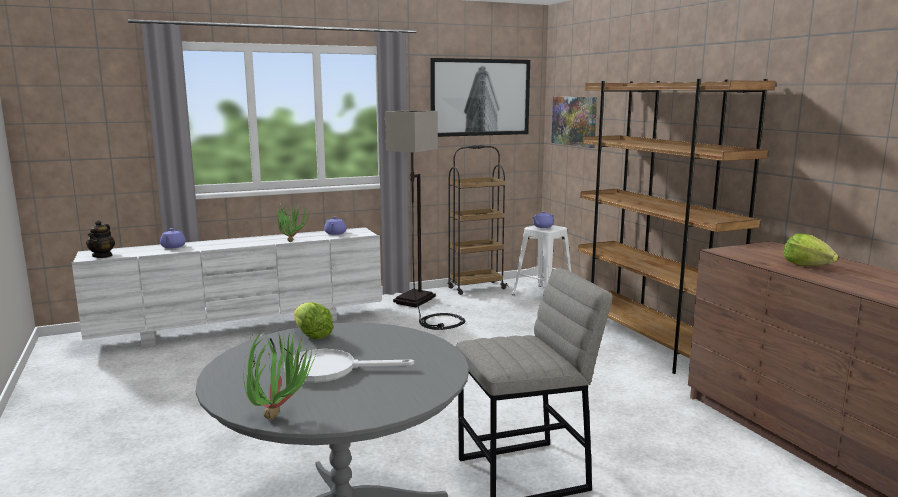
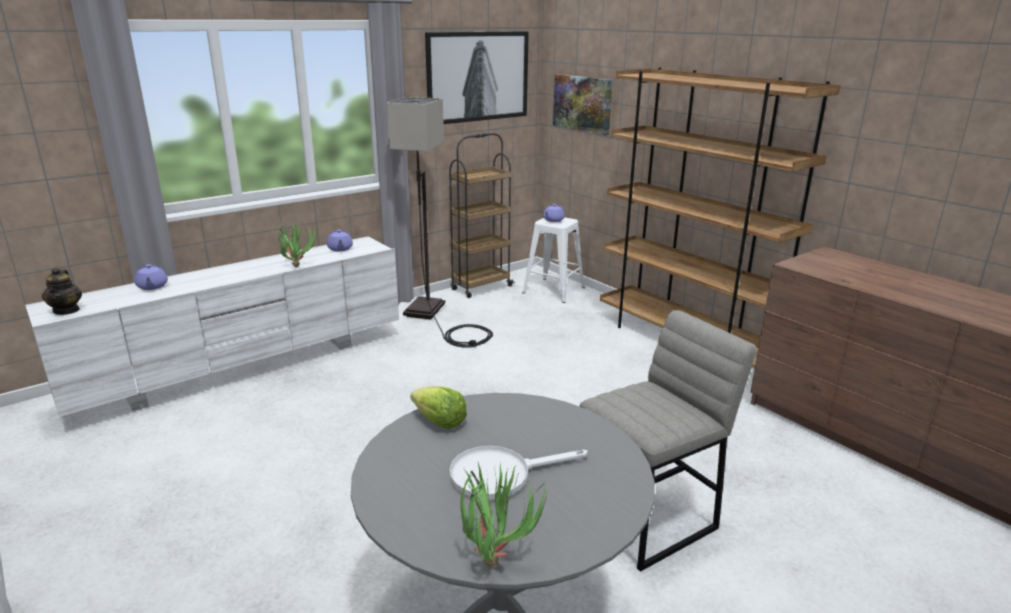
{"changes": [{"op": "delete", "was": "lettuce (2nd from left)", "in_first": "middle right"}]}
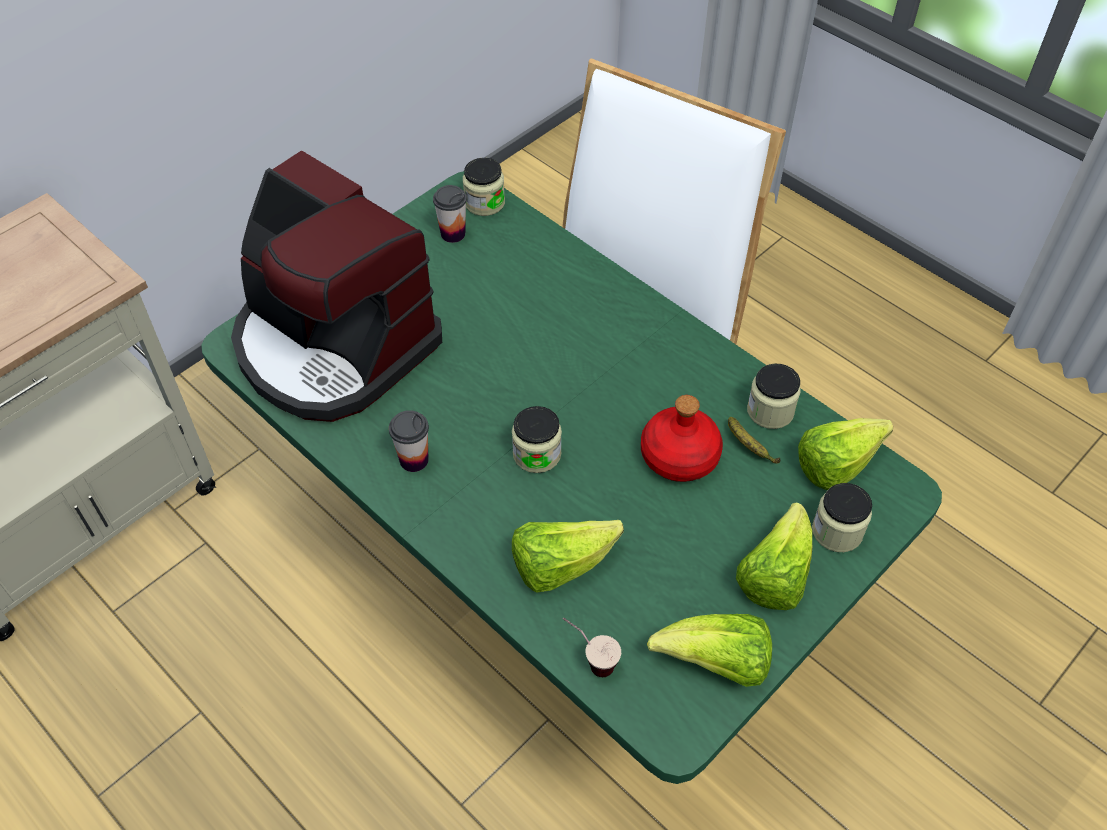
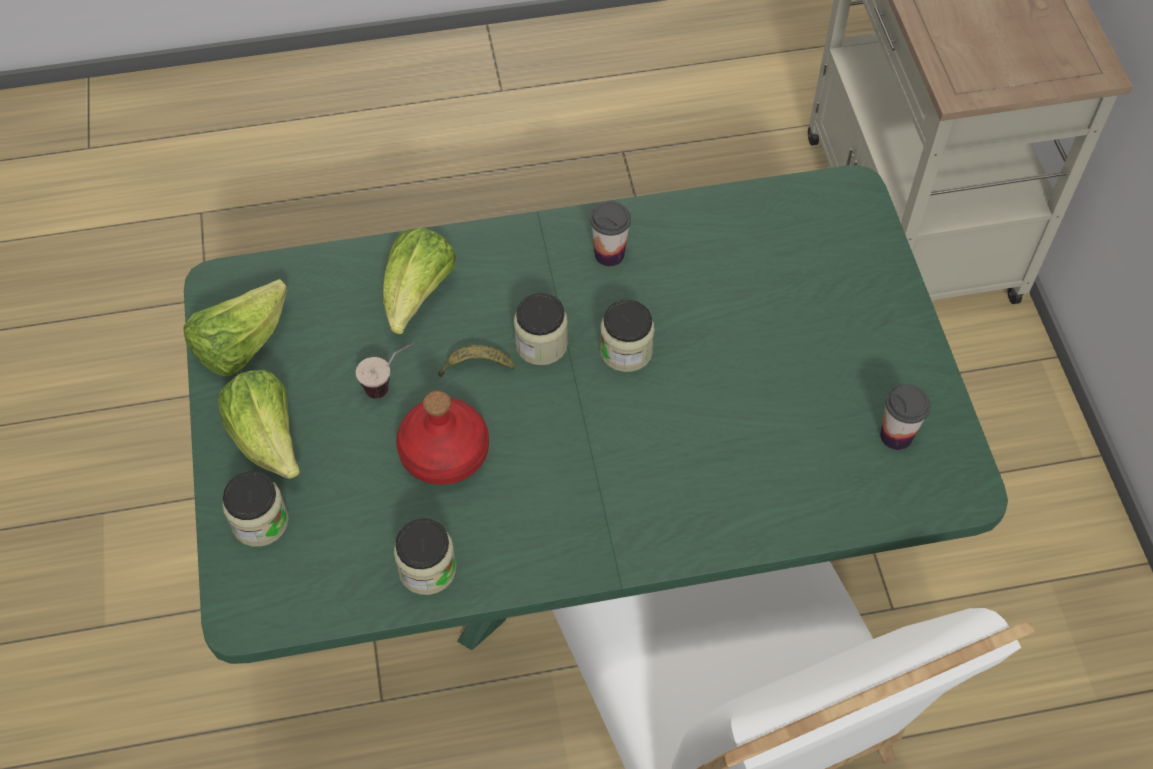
{"changes": [{"op": "delete", "was": "coffee machine", "in_first": "middle left"}, {"op": "delete", "was": "lettuce (4th from left)", "in_first": "middle right"}, {"op": "move", "was": "jar (1st from left in the first image)", "now": "jar (4th from left)", "in_first": "top centre", "in_second": "centre"}, {"op": "move", "was": "cup (3rd from left in the first image)", "now": "cup (1st from left)", "in_first": "bottom centre", "in_second": "centre"}, {"op": "move", "was": "banana", "in_first": "middle right", "in_second": "centre"}]}
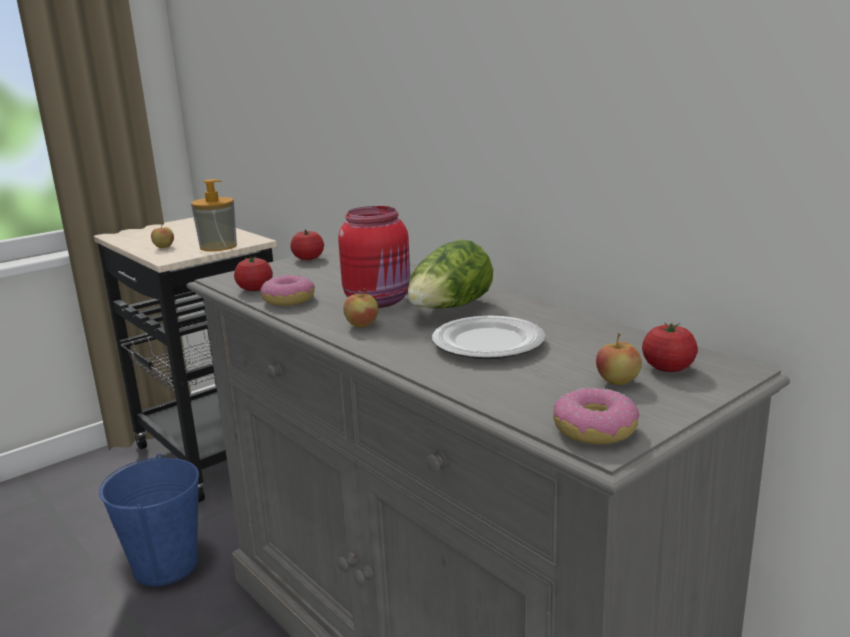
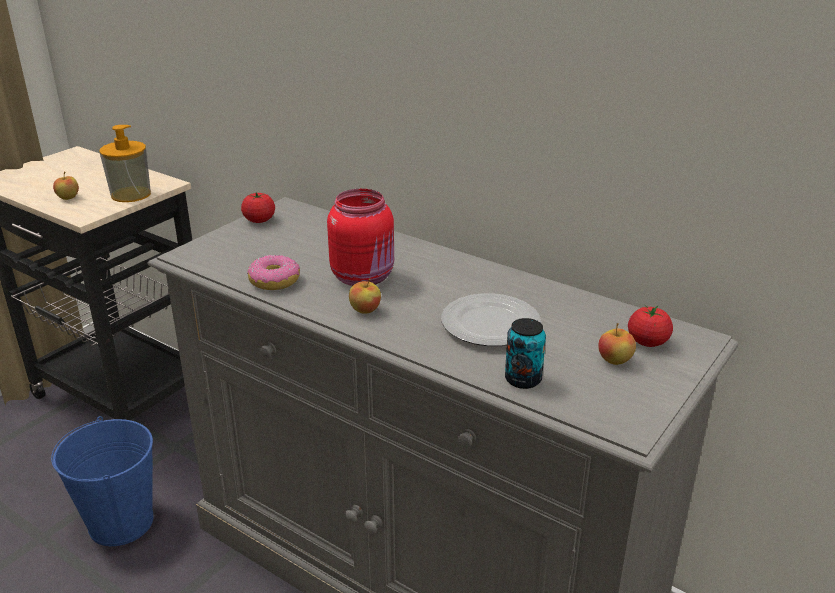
{"changes": [{"op": "delete", "was": "tomato (1st from left)", "in_first": "middle left"}, {"op": "delete", "was": "lettuce", "in_first": "centre"}, {"op": "delete", "was": "donut (2nd from left)", "in_first": "middle right"}, {"op": "insert", "now": "can", "in_second": "centre"}]}
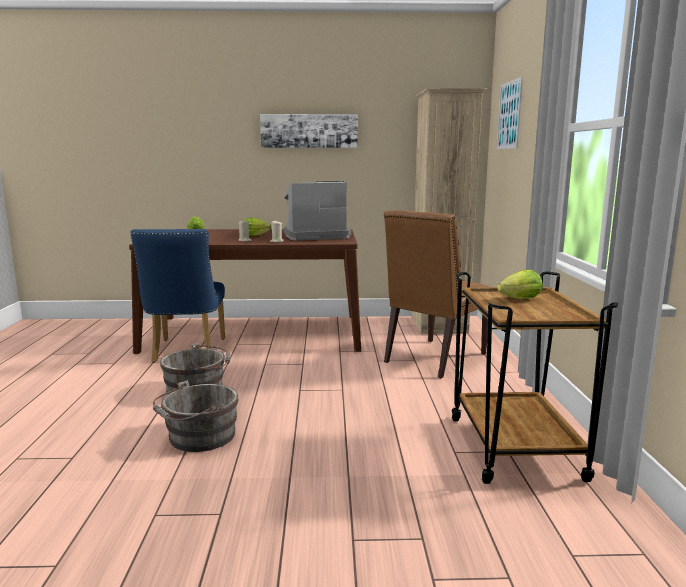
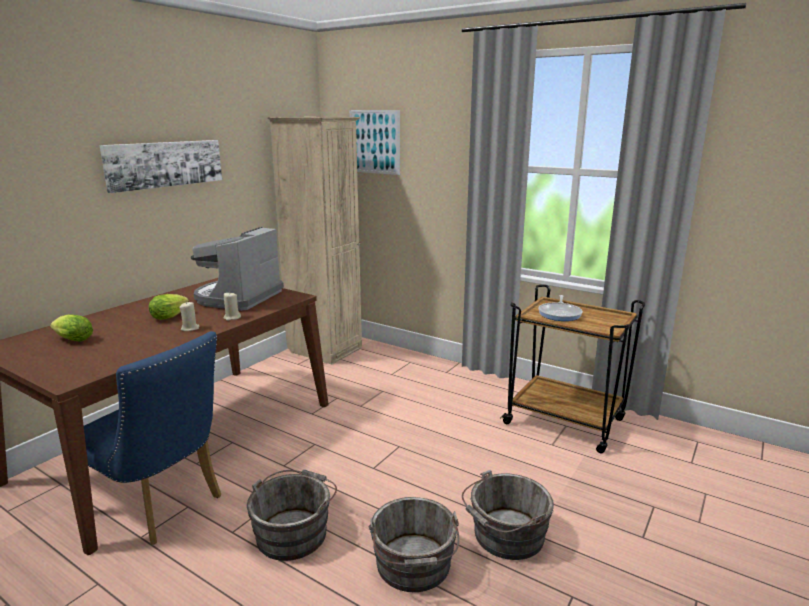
{"changes": [{"op": "delete", "was": "chair/brown", "in_first": "centre"}, {"op": "insert", "now": "bucket/grey (3rd from left)", "in_second": "bottom centre"}, {"op": "replace", "was": "lettuce (3rd from left)", "now": "frying pan", "in_first": "middle right", "in_second": "middle right"}]}
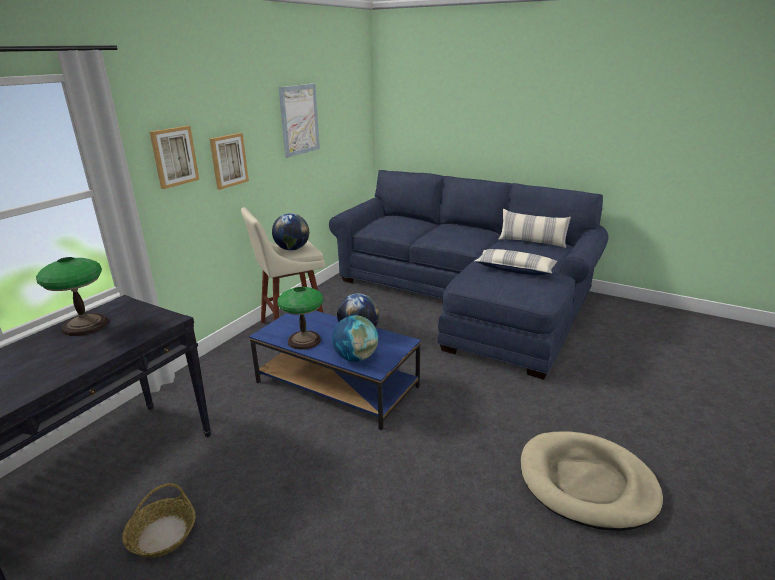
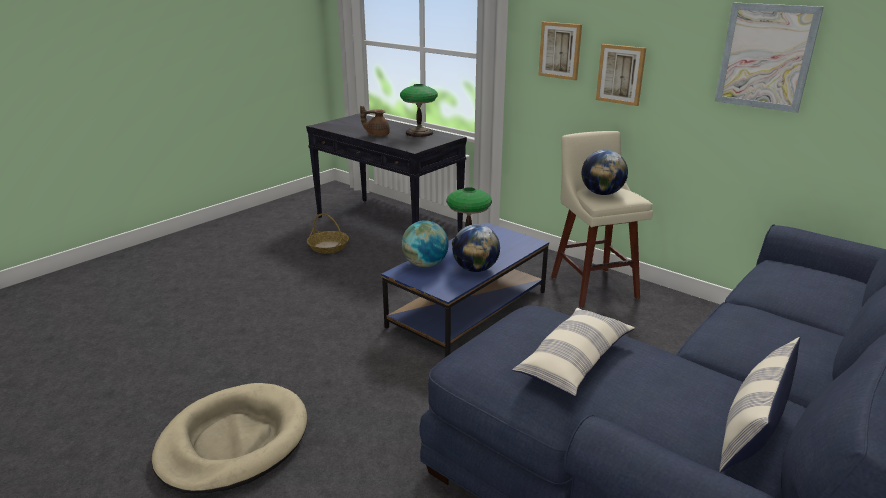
{"changes": [{"op": "insert", "now": "teapot/brown", "in_second": "top centre"}]}
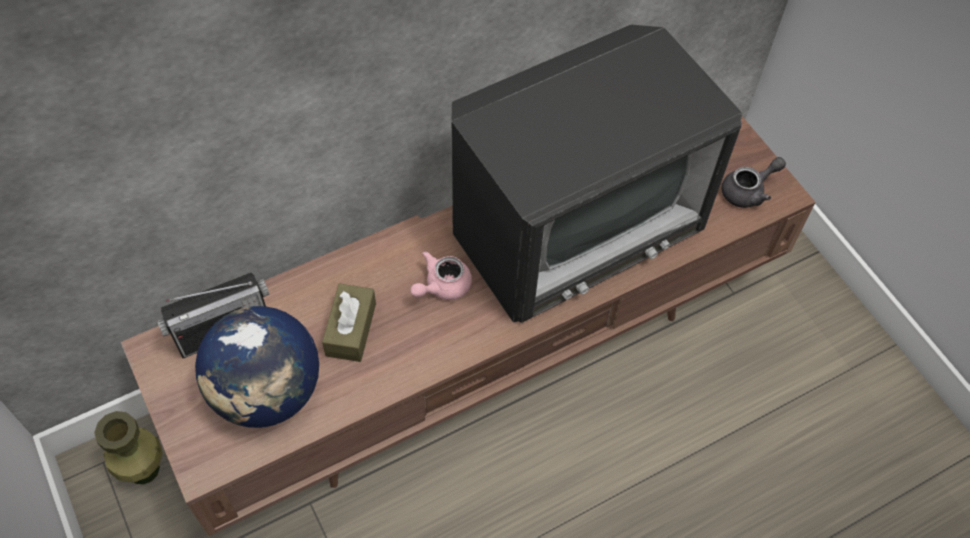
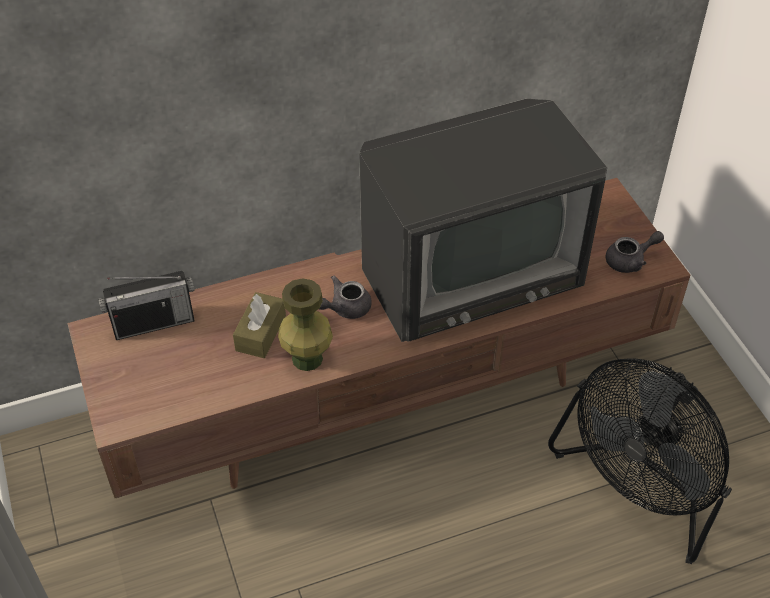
{"changes": [{"op": "delete", "was": "globe", "in_first": "bottom left"}, {"op": "insert", "now": "fan/black", "in_second": "bottom right"}, {"op": "move", "was": "vase/green", "in_first": "bottom left", "in_second": "centre"}, {"op": "recolor", "was": "teapot/pink", "now": "teapot/grey (1st from left)", "in_first": "centre", "in_second": "centre"}]}
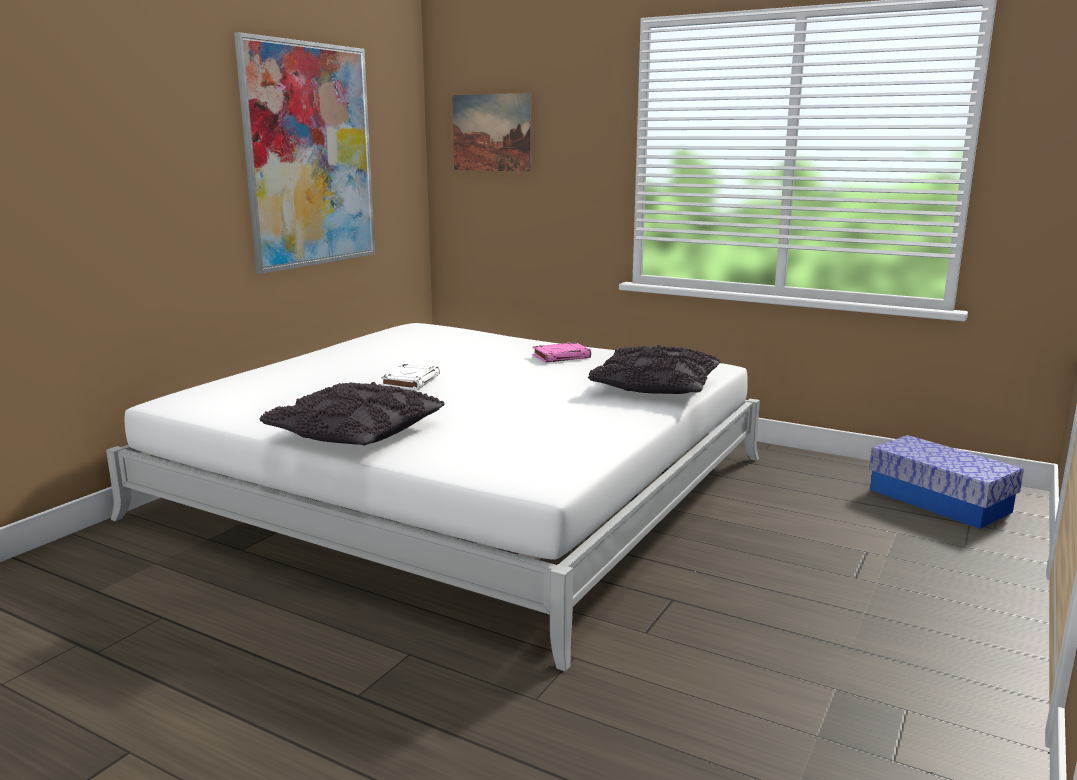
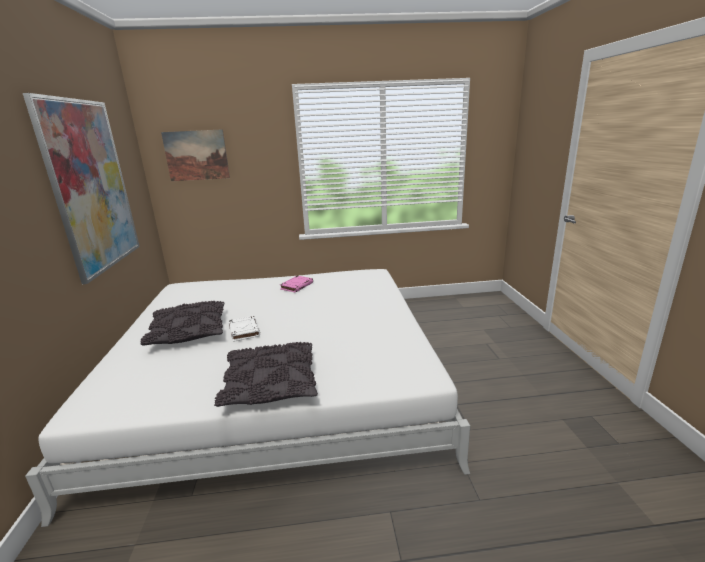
{"changes": [{"op": "delete", "was": "storage box", "in_first": "middle right"}, {"op": "move", "was": "pillow/black (2nd from left in the first image)", "now": "pillow/black (1st from left)", "in_first": "centre", "in_second": "middle left"}]}
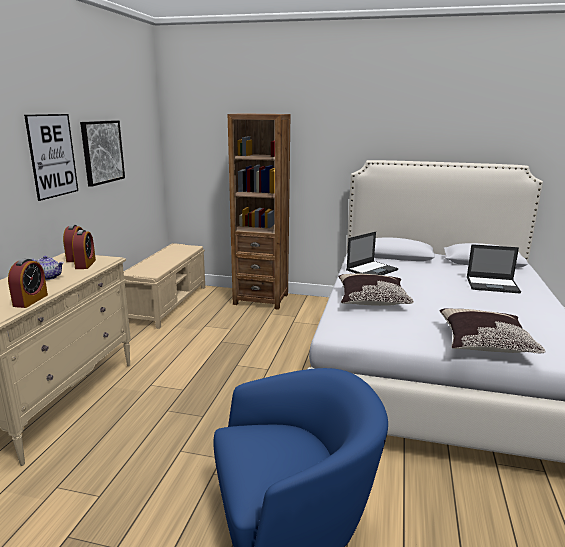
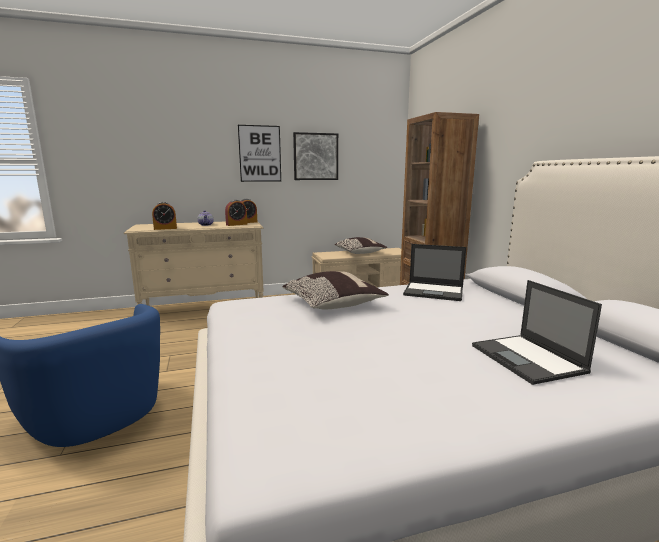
{"changes": [{"op": "move", "was": "pillow (2nd from left)", "in_first": "middle right", "in_second": "centre"}]}
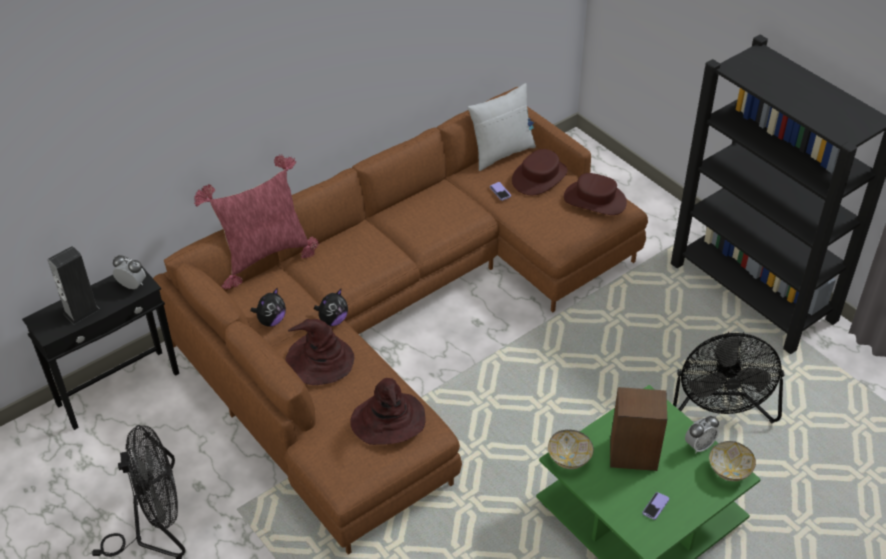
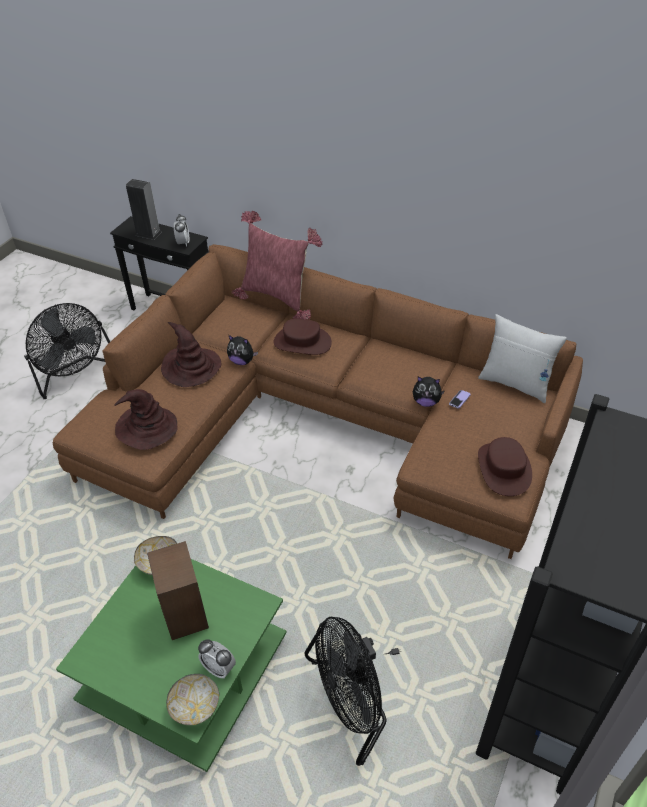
{"changes": [{"op": "delete", "was": "phone (2nd from left)", "in_first": "bottom right"}, {"op": "move", "was": "plush toy (1st from left in the first image)", "now": "plush toy (2nd from left)", "in_first": "middle left", "in_second": "centre"}, {"op": "move", "was": "hat/brown (3rd from left)", "in_first": "top centre", "in_second": "centre"}]}
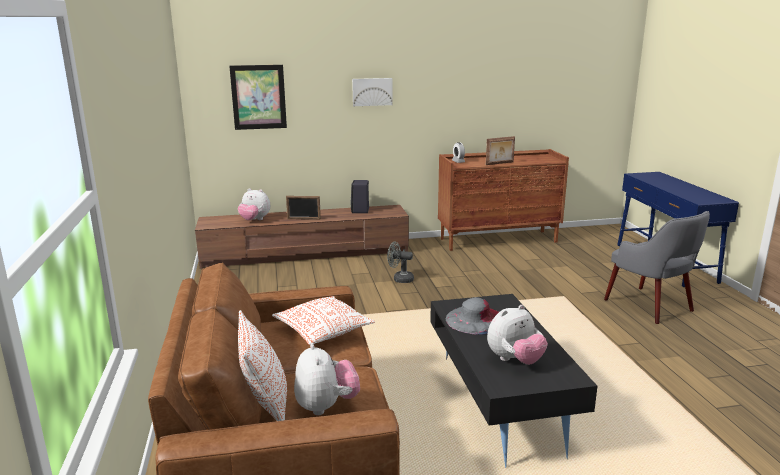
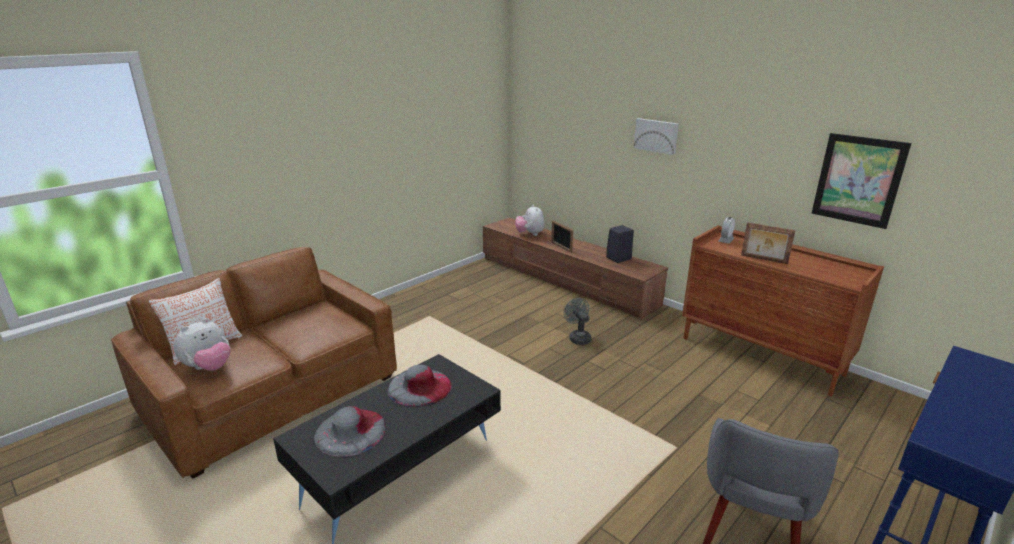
{"changes": [{"op": "delete", "was": "pillow/white (2nd from left)", "in_first": "bottom centre"}, {"op": "move", "was": "picture (1st from left in the first image)", "now": "picture (2nd from left)", "in_first": "top left", "in_second": "top right"}, {"op": "replace", "was": "plush toy (3rd from left)", "now": "hat/grey (1st from left)", "in_first": "bottom centre", "in_second": "bottom centre"}]}
